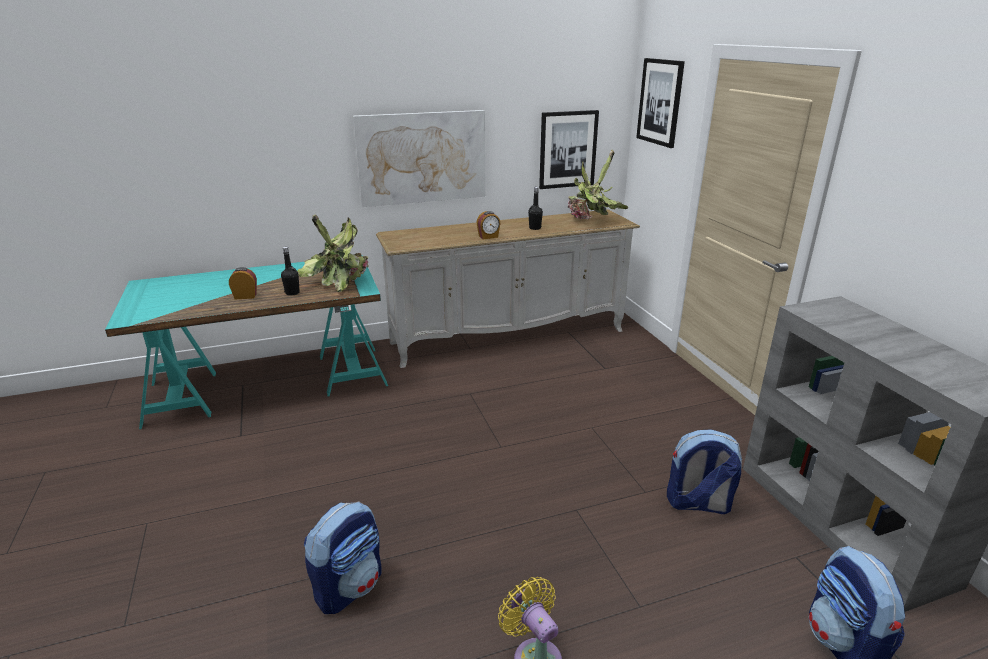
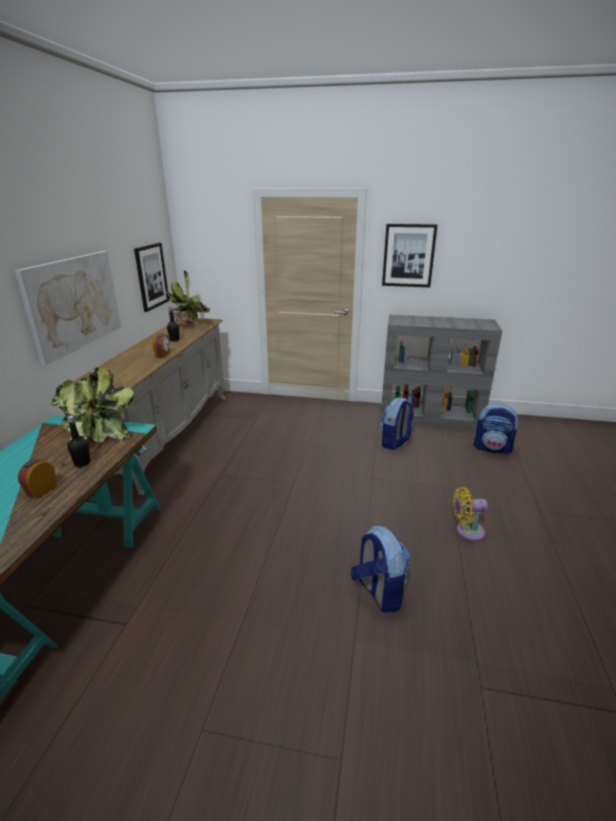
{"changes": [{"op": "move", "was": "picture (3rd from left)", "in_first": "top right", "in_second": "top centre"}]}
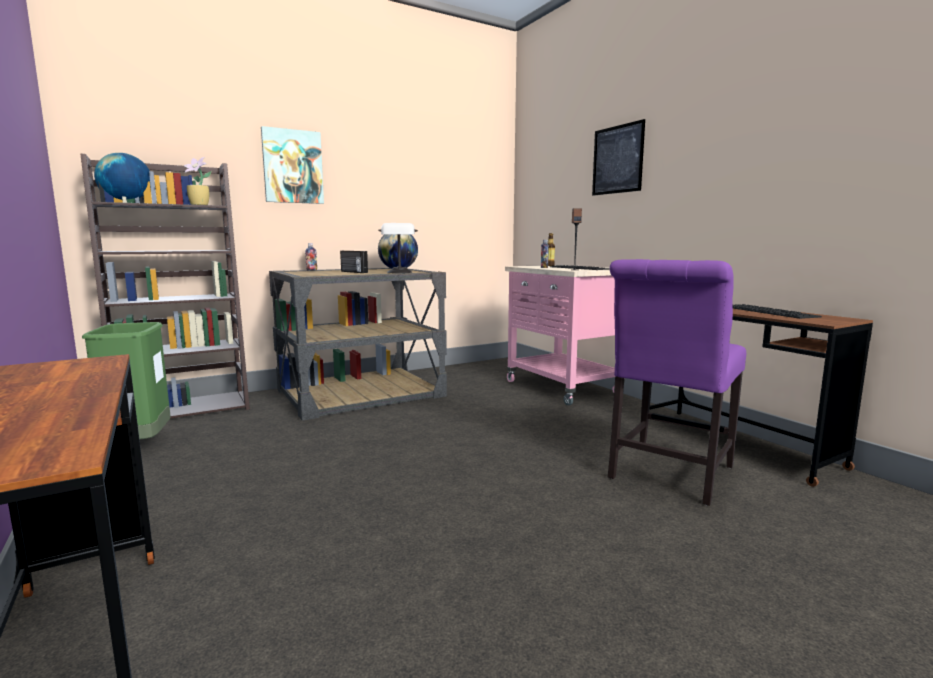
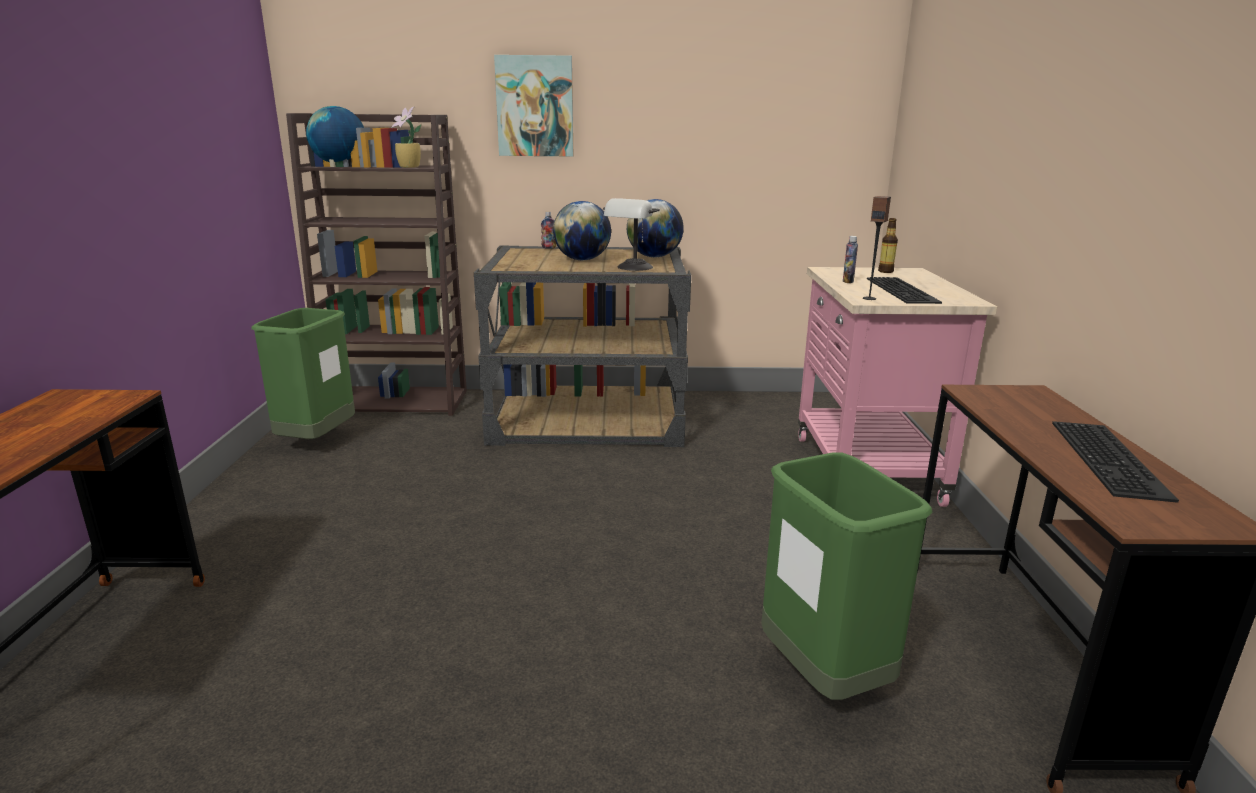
{"changes": [{"op": "delete", "was": "picture (2nd from left)", "in_first": "top centre"}, {"op": "replace", "was": "radio", "now": "globe (2nd from left)", "in_first": "centre", "in_second": "top centre"}, {"op": "replace", "was": "chair/purple", "now": "trash can/green (2nd from left)", "in_first": "middle right", "in_second": "bottom right"}]}
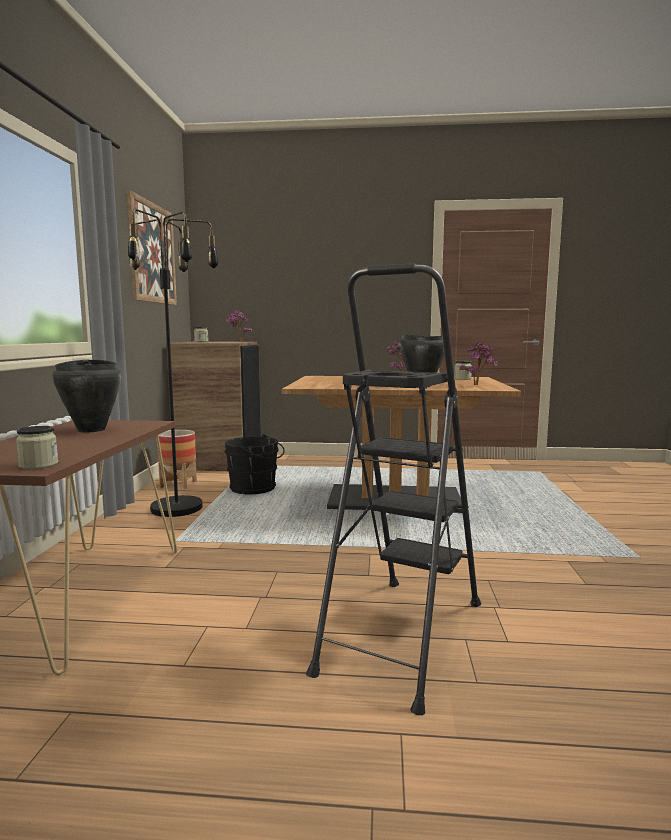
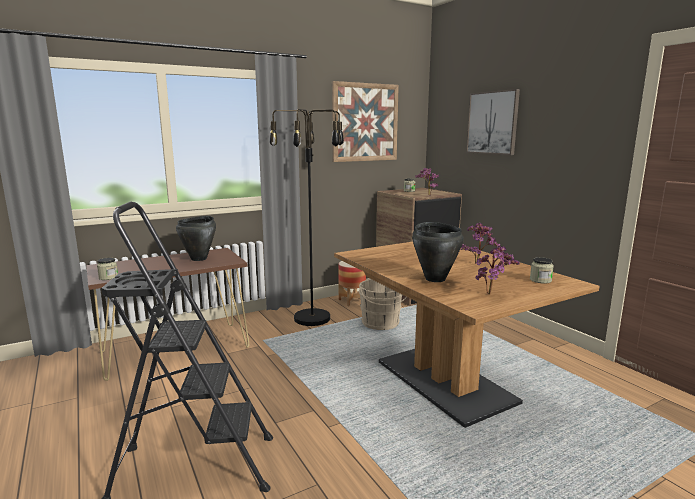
{"changes": [{"op": "insert", "now": "picture (2nd from left)", "in_second": "top right"}, {"op": "recolor", "was": "bucket/black", "now": "bucket/beige", "in_first": "centre", "in_second": "centre"}]}
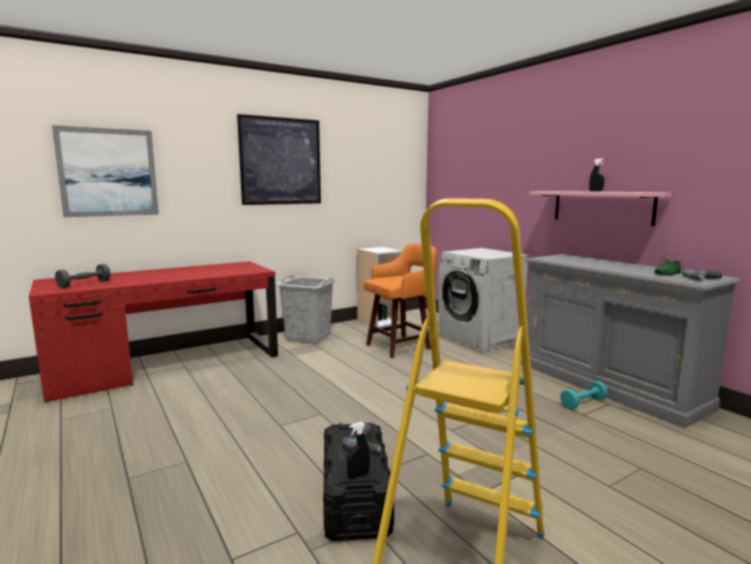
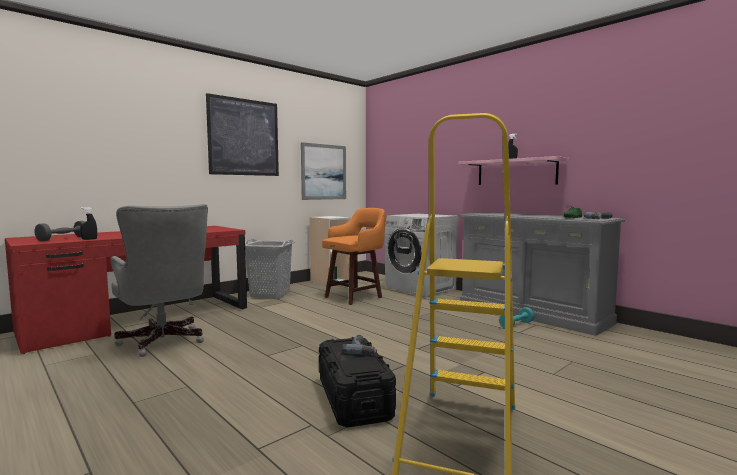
{"changes": [{"op": "insert", "now": "office chair/grey", "in_second": "middle left"}, {"op": "move", "was": "picture (1st from left in the first image)", "now": "picture (2nd from left)", "in_first": "top left", "in_second": "centre"}, {"op": "move", "was": "spray bottle/black (1st from left)", "in_first": "bottom centre", "in_second": "middle left"}]}
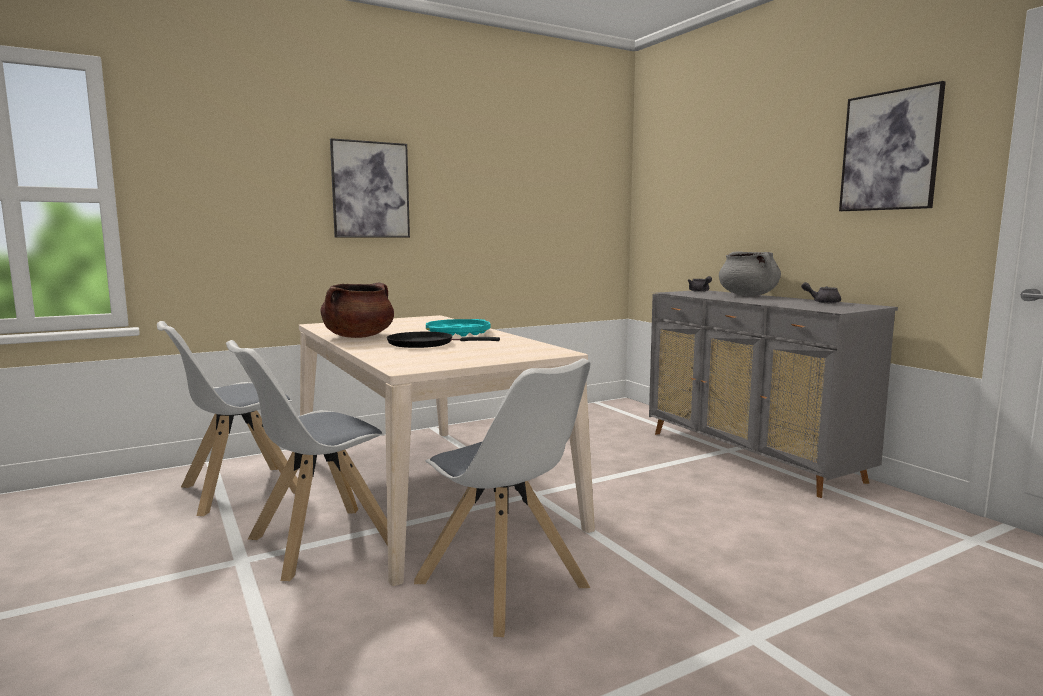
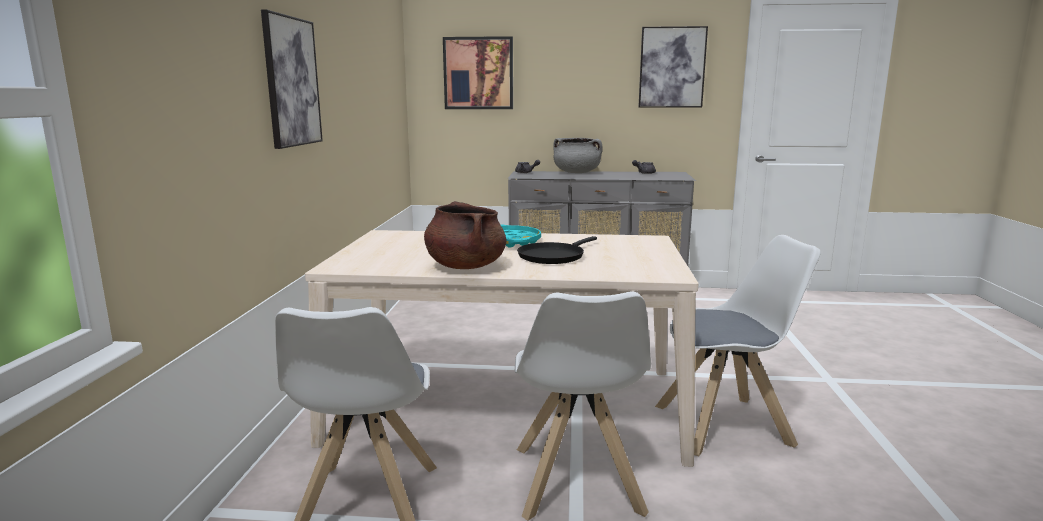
{"changes": [{"op": "insert", "now": "picture (2nd from left)", "in_second": "top centre"}]}
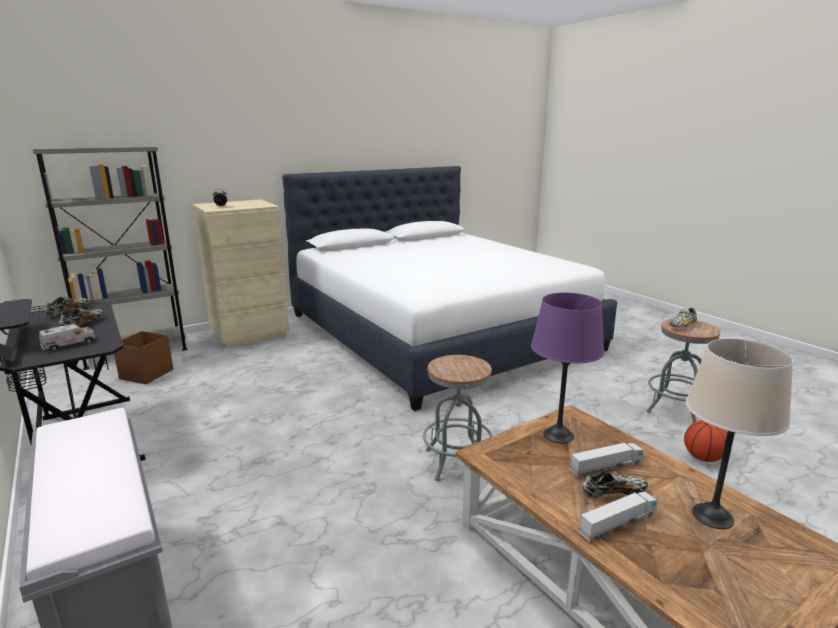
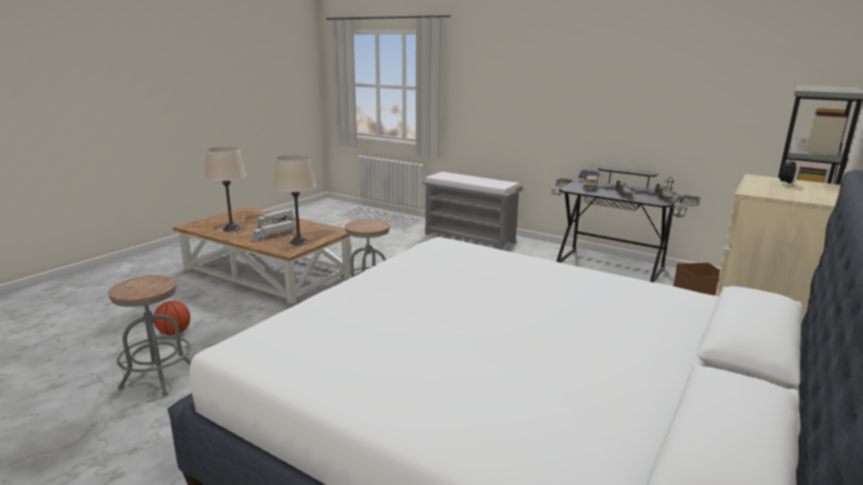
{"changes": [{"op": "delete", "was": "shoe (4th from left)", "in_first": "middle right"}, {"op": "recolor", "was": "table lamp/purple", "now": "table lamp/beige (2nd from left)", "in_first": "middle right", "in_second": "centre"}]}
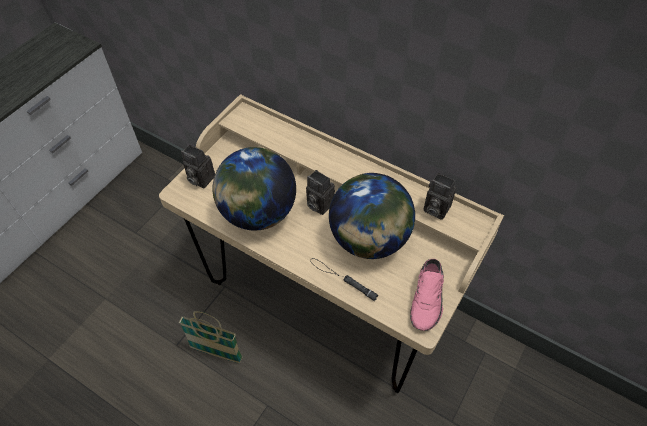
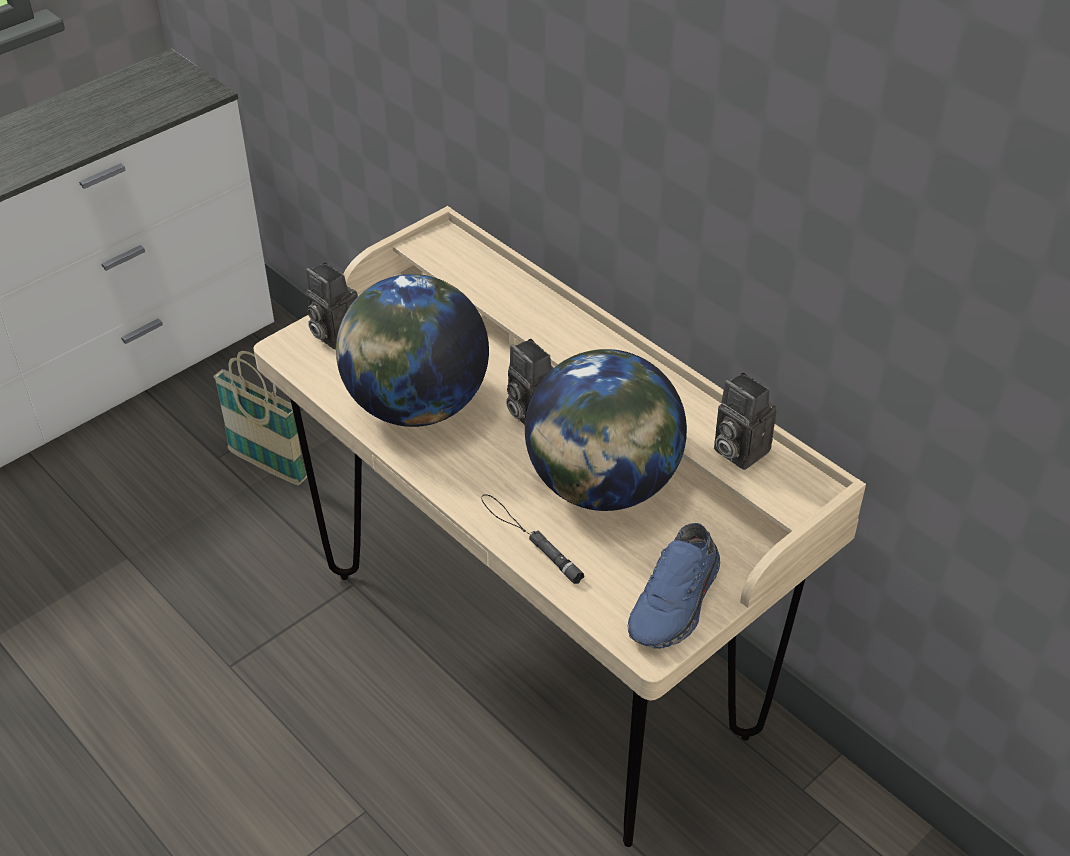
{"changes": [{"op": "move", "was": "basket", "in_first": "bottom left", "in_second": "middle left"}, {"op": "recolor", "was": "shoe/pink", "now": "shoe/blue", "in_first": "bottom centre", "in_second": "bottom centre"}]}
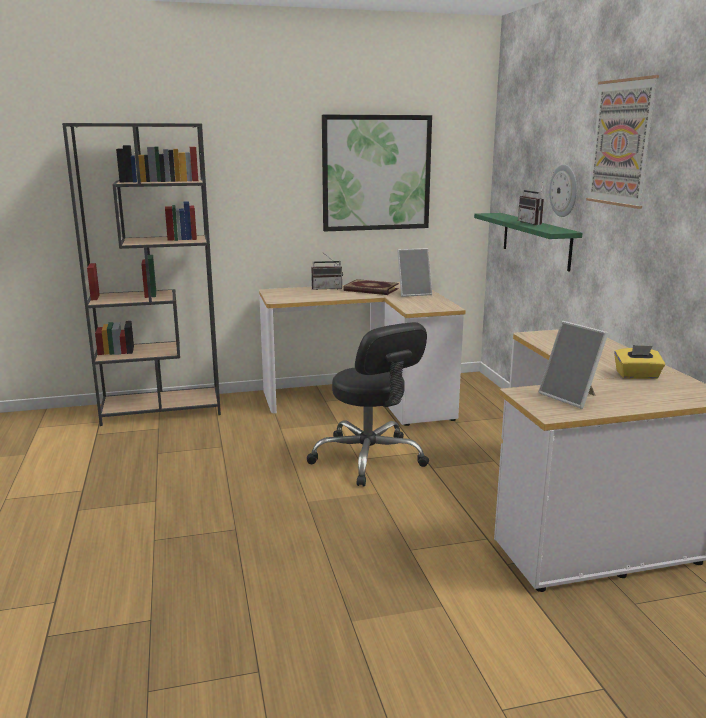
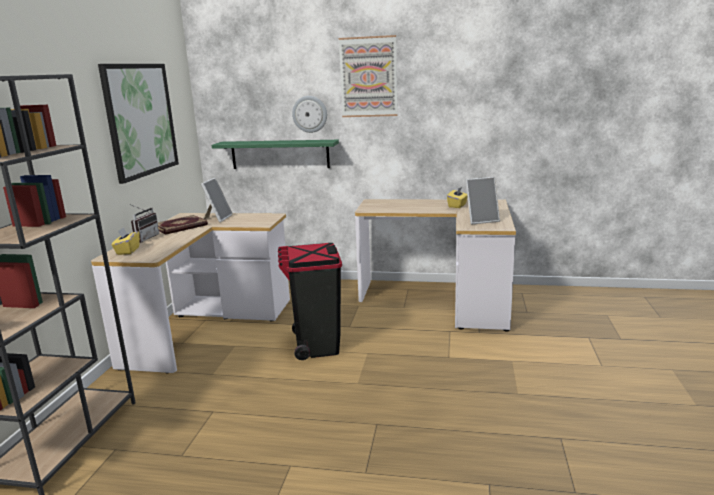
{"changes": [{"op": "delete", "was": "radio (2nd from left)", "in_first": "top right"}, {"op": "insert", "now": "tissue box/yellow (1st from left)", "in_second": "middle left"}, {"op": "replace", "was": "office chair/black", "now": "trash can/black", "in_first": "centre", "in_second": "centre"}]}
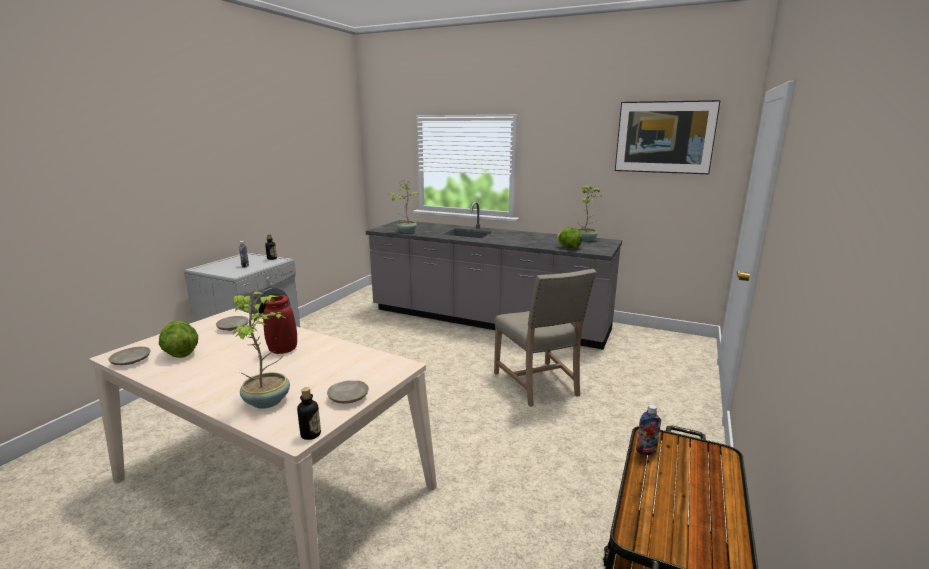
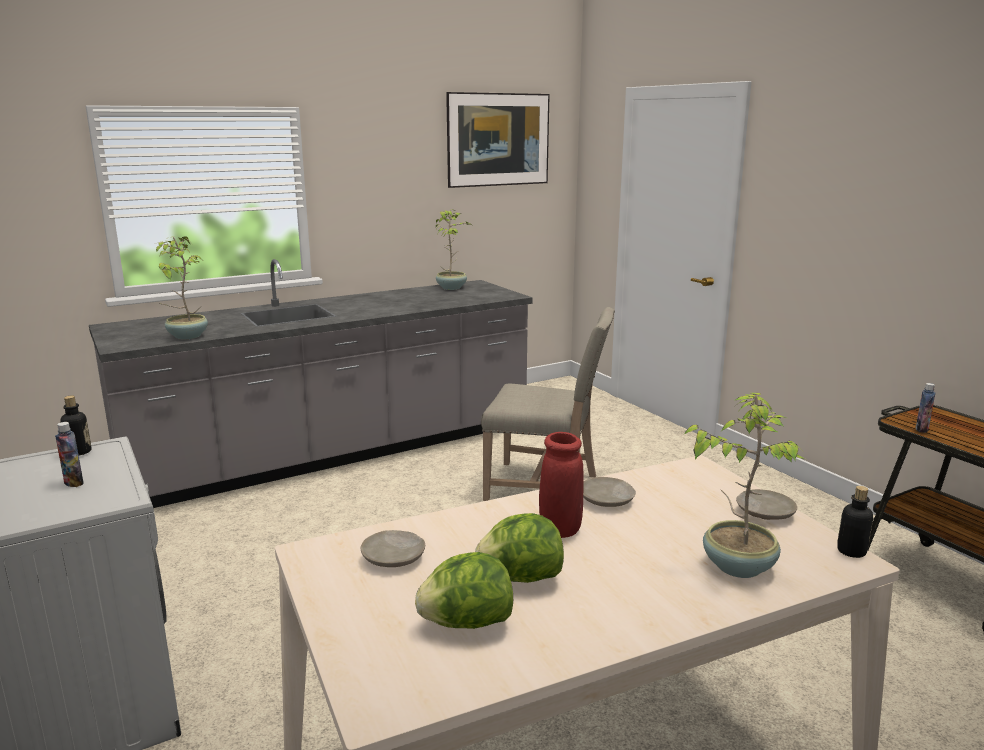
{"changes": [{"op": "move", "was": "plate/beige (1st from left in the first image)", "now": "plate/beige (2nd from left)", "in_first": "middle left", "in_second": "centre"}, {"op": "move", "was": "lettuce (2nd from left)", "in_first": "centre", "in_second": "bottom centre"}]}
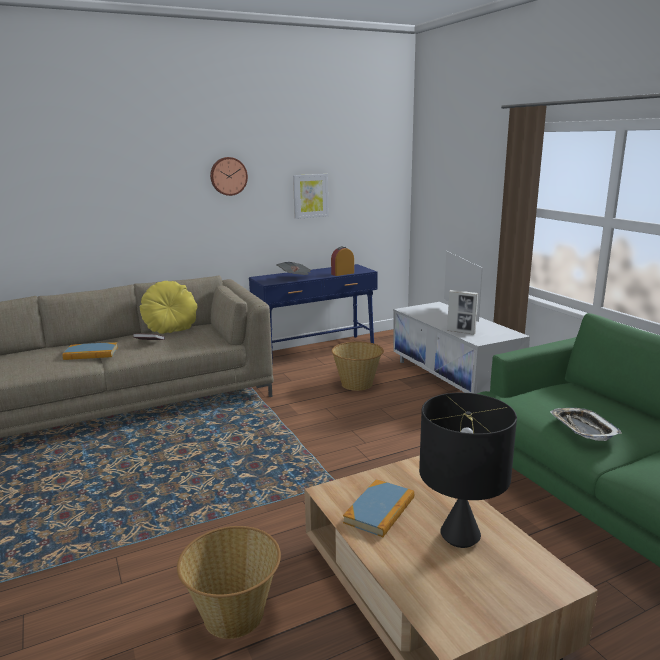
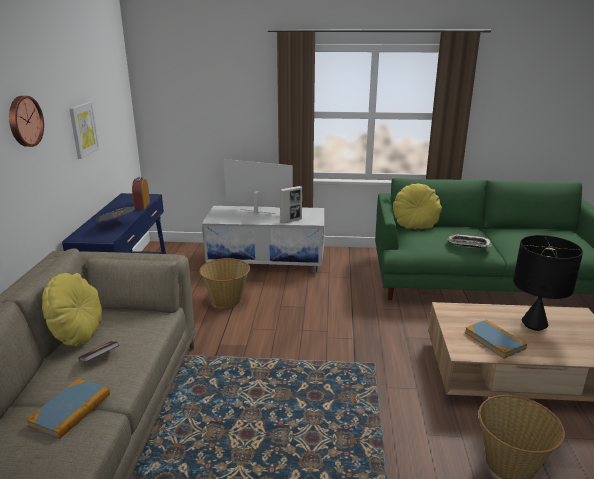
{"changes": [{"op": "insert", "now": "pillow/yellow (2nd from left)", "in_second": "middle right"}]}
